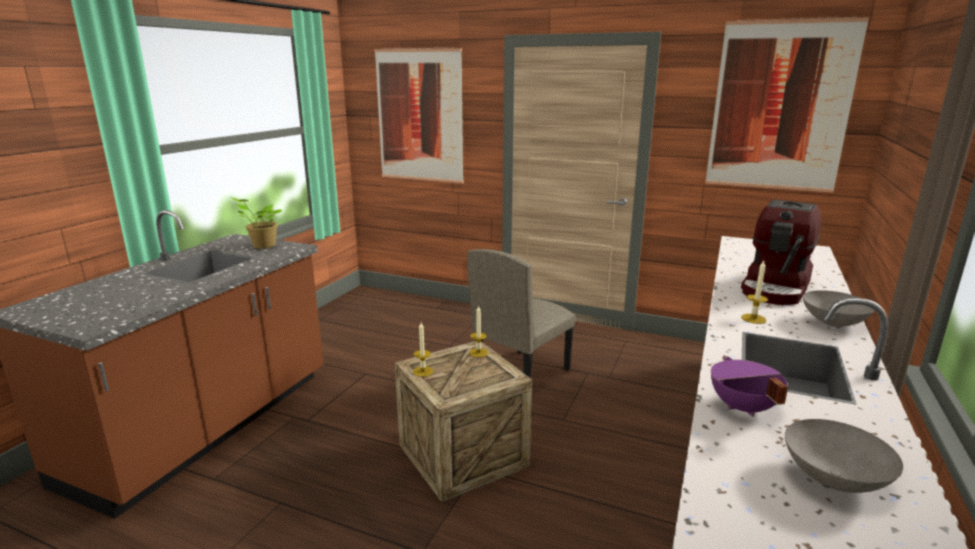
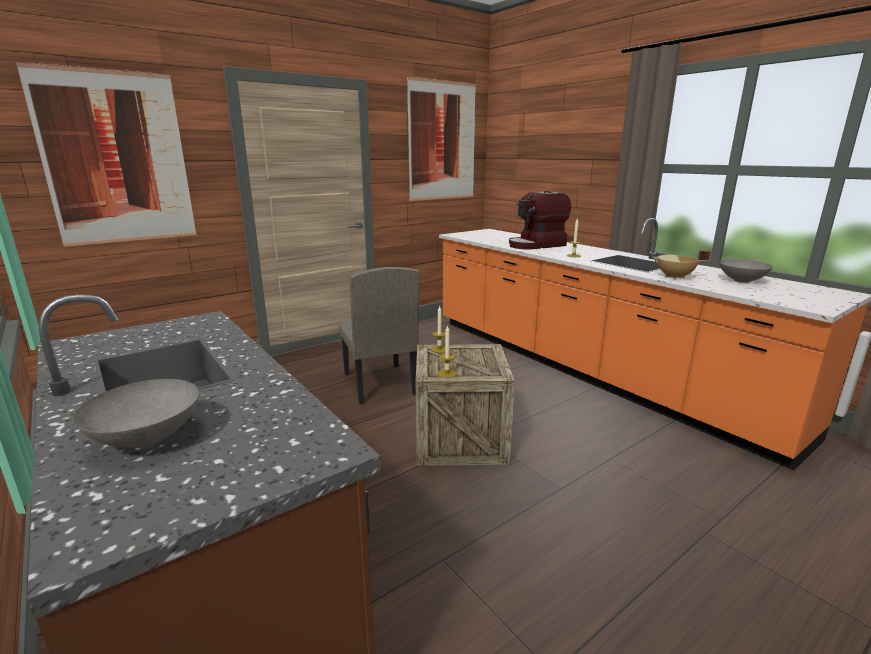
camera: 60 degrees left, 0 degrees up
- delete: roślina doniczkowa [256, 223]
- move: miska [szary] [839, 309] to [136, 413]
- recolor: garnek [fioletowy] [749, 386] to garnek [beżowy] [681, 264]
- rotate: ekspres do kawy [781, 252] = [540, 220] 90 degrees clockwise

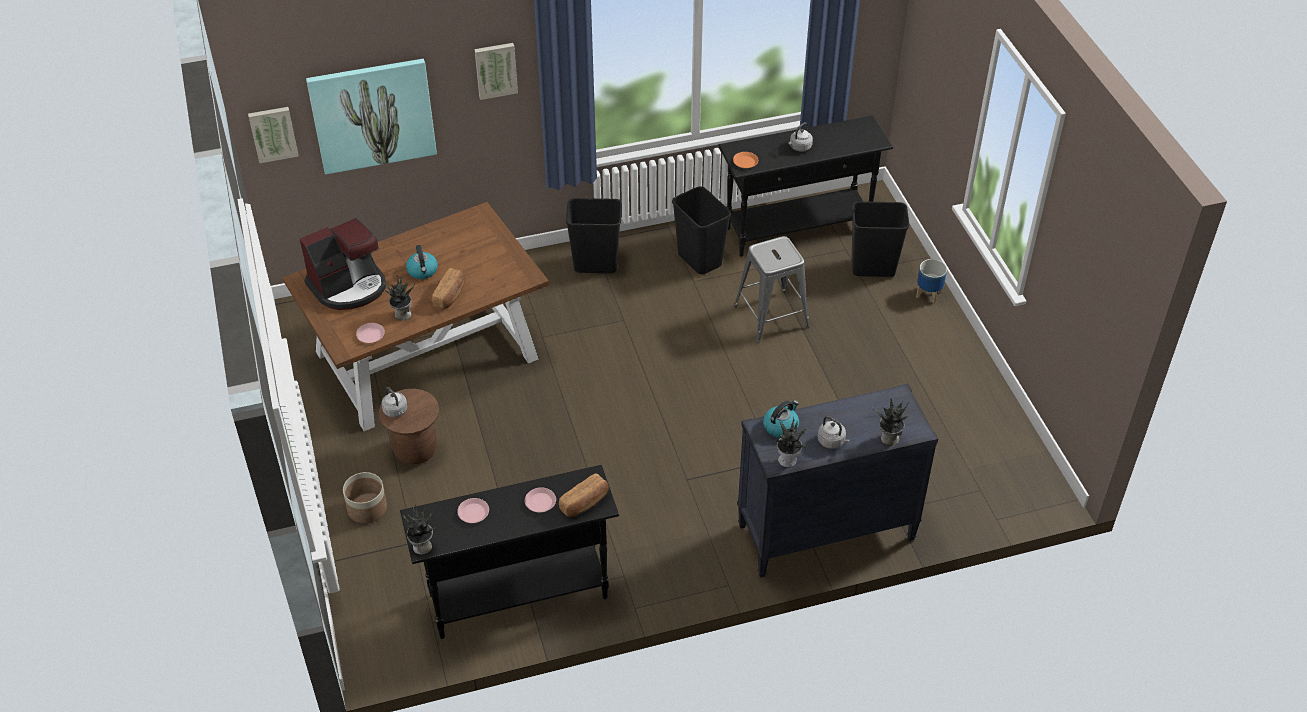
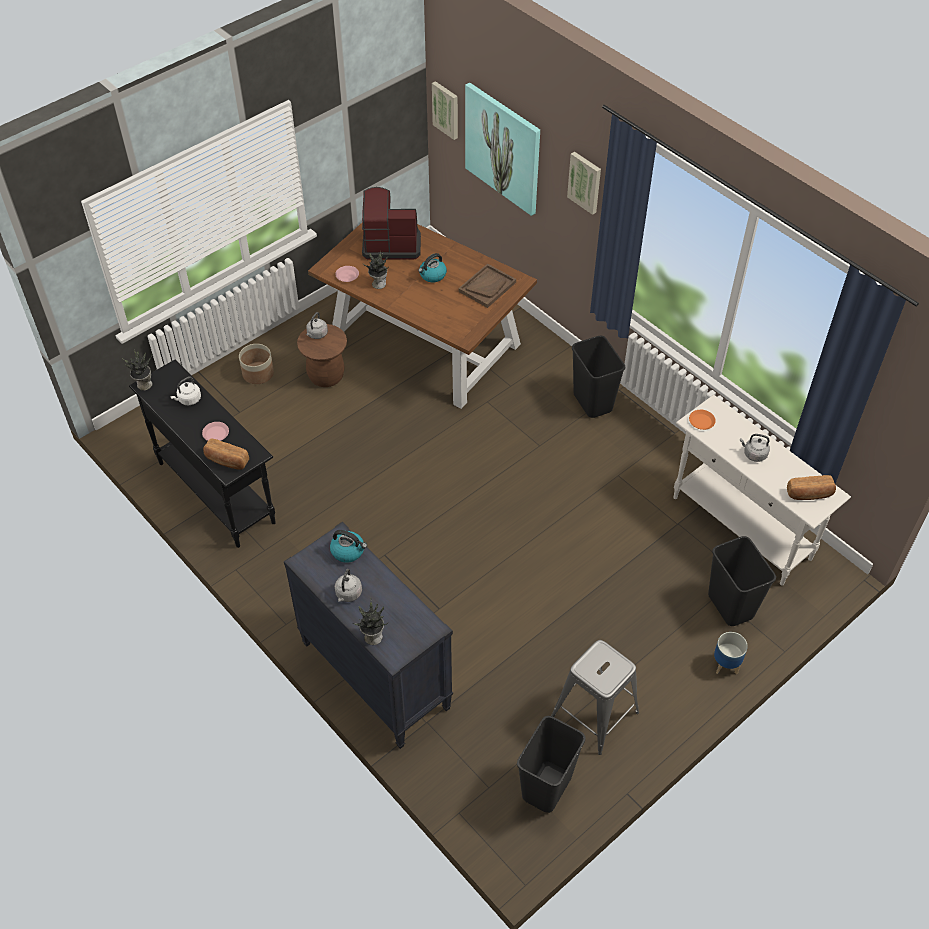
camera: 65 degrees right, 5 degrees up
- delete: roślina doniczkowa [789, 442]
- insert: taca [brązowy] [487, 286]
- move: chleb [448, 288] to [811, 487]
- move: kosz na śmieci [czarny] [701, 230] to [551, 764]
- move: stołek [szary] [771, 289] to [595, 697]
- replace: talerz [różowy] [473, 510] to czajnik [biały] [186, 391]
- recolor: stolik konsolowy [czarny] [805, 186] to stolik konsolowy [biały] [762, 490]
- rotate: ekspres do kawy [343, 264] = [391, 223] 150 degrees clockwise

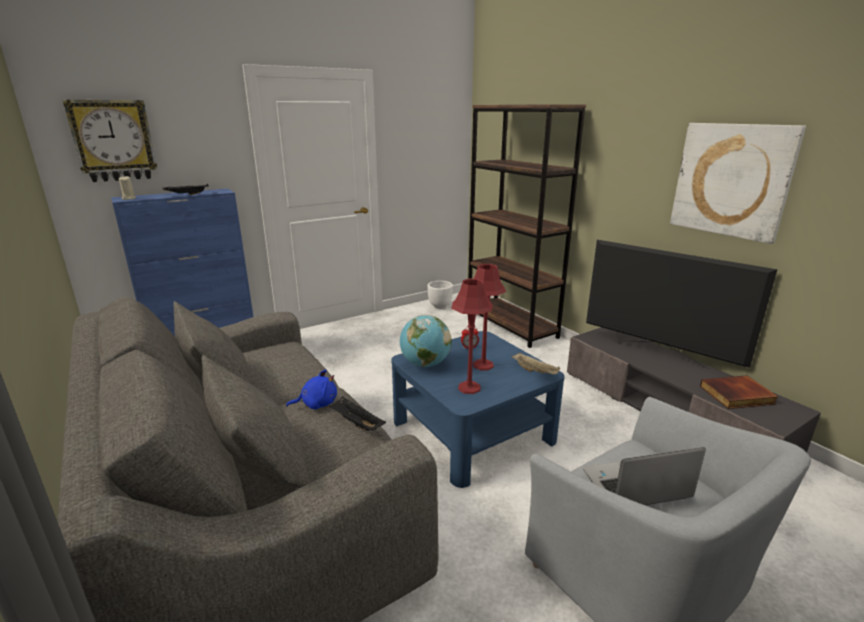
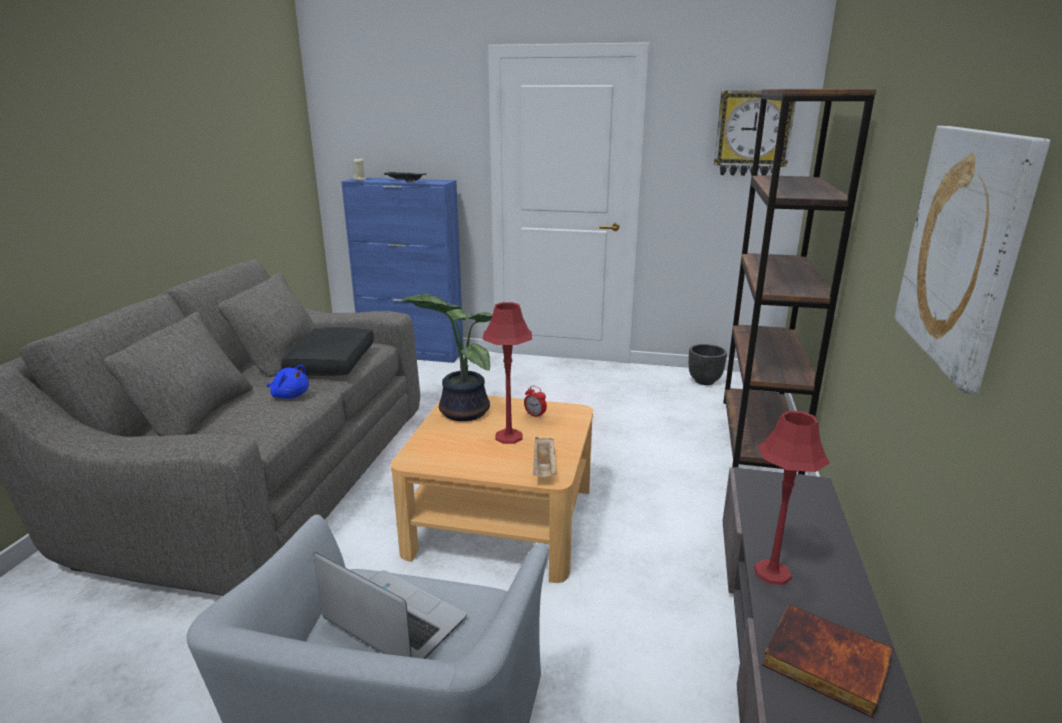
camera: 45 degrees right, 0 degrees up
- delete: taca [czarny] [357, 414]
- delete: telewizor [682, 304]
- insert: poduszka [czarny] [327, 351]
- move: zegar ścienny [110, 141] to [755, 133]
- move: lampa stołowa [czerwony] [471, 336] to [792, 498]
- replace: globus [426, 341] to roślina doniczkowa [447, 357]
- recolor: ława [niebieski] [478, 409] to ława [beżowy] [492, 489]
- recolor: donica [biały] [440, 295] to donica [czarny] [707, 364]

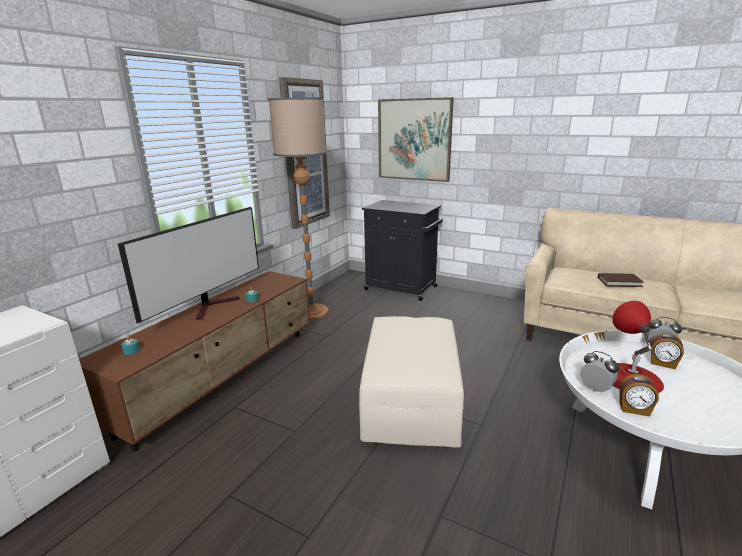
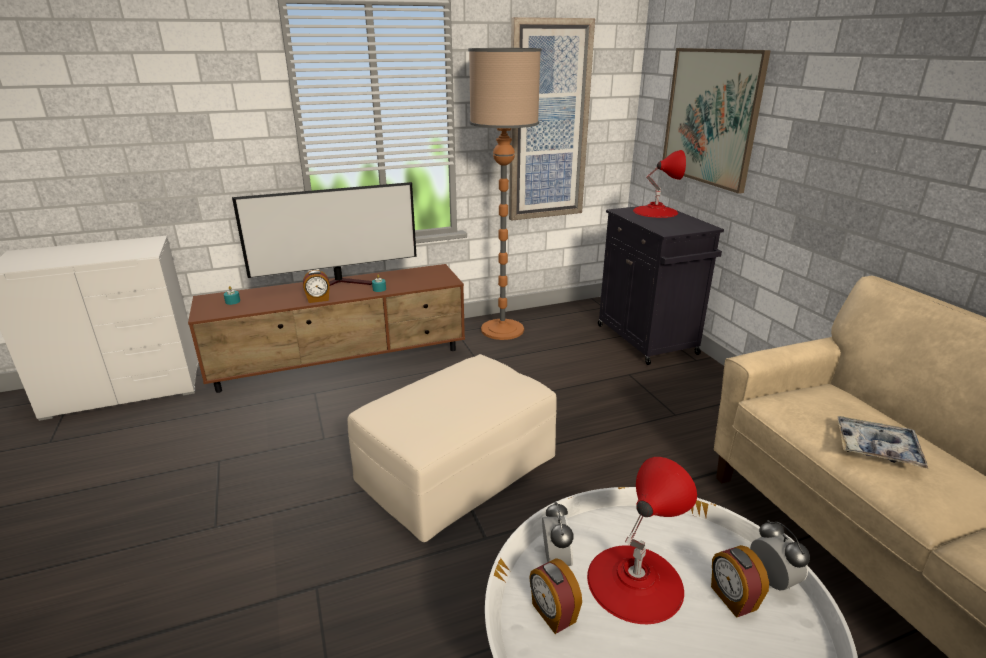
camera: 40 degrees right, 5 degrees up
- insert: budzik [316, 286]
- insert: lampa stołowa [czerwony] [659, 184]
- replace: książka [brązowy] [621, 280] to taca [882, 442]

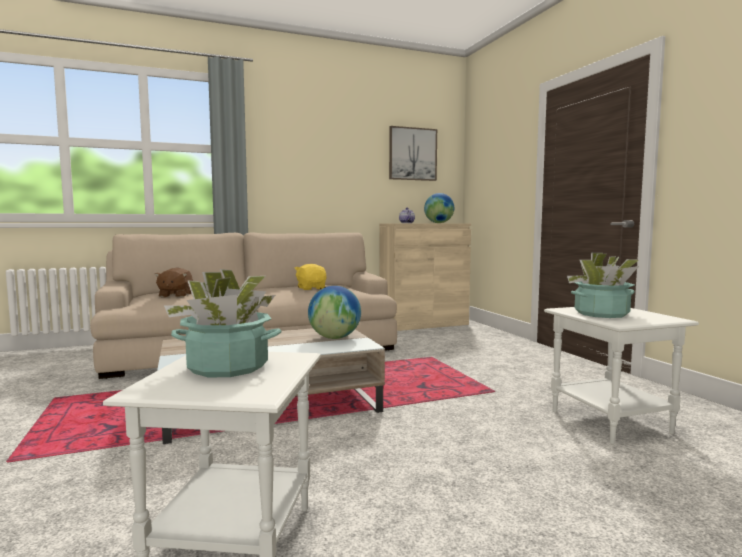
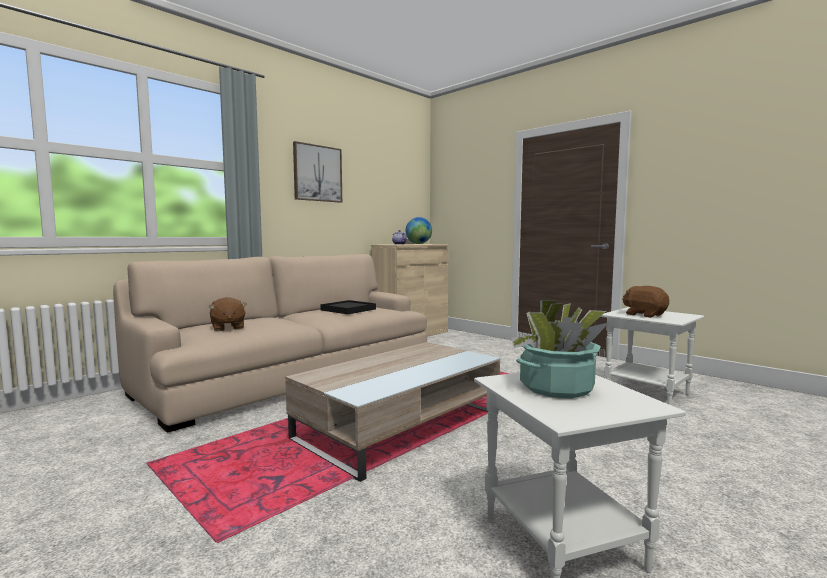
camera: 25 degrees left, 0 degrees up
- delete: globus [334, 312]
- move: obraz [413, 153] to [317, 172]
- replace: pluszak [żółty] [310, 277] to taca [czarny] [348, 307]
- replace: roślina doniczkowa [603, 285] to pluszak [brązowy] [645, 302]

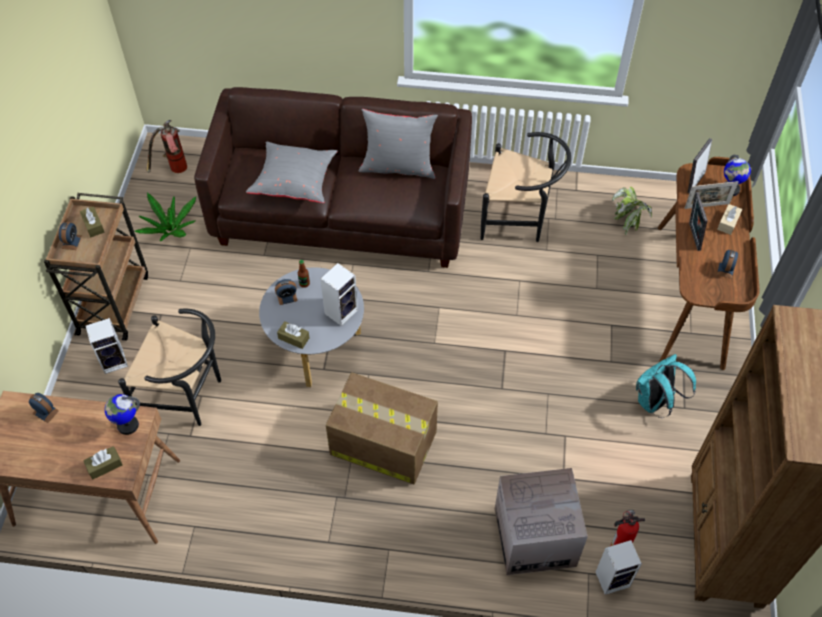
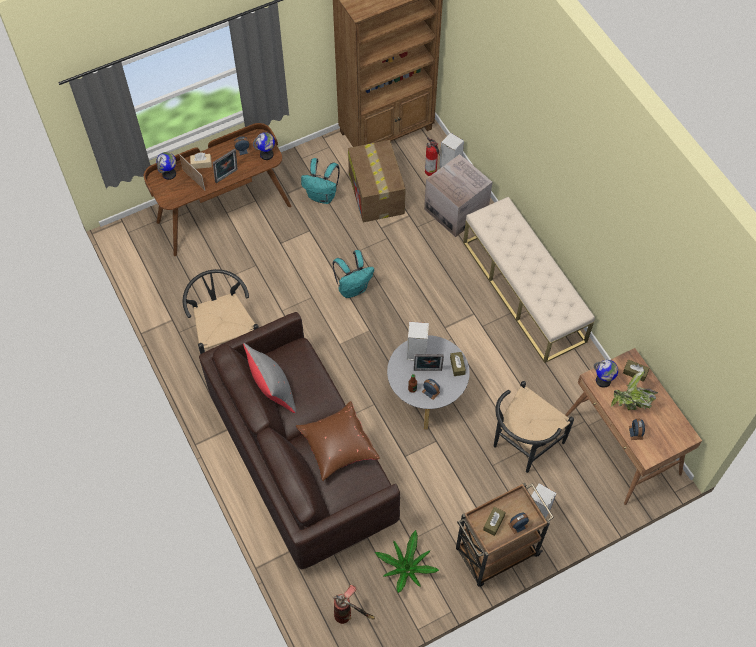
camera: 125 degrees left, 5 degrees up
- insert: globus [264, 146]
- insert: plecak [turkusowy] [353, 274]
- insert: ławka [beżowy] [529, 280]
- move: karton [382, 428] to [377, 181]
- move: roślina doniczkowa [632, 211] to [634, 390]
- move: ramka na zdjęcie [700, 165] to [429, 362]
- recolor: poduszka [szary] [292, 172] to poduszka [brązowy] [338, 441]
- rotate: krzesło [czarny] [169, 367] = [534, 427] 120 degrees counterclockwise

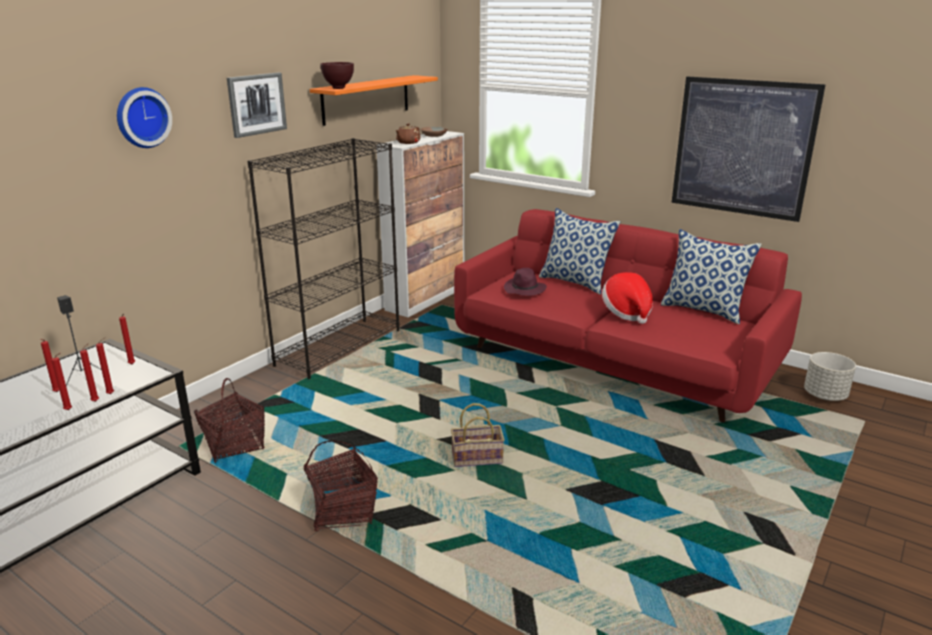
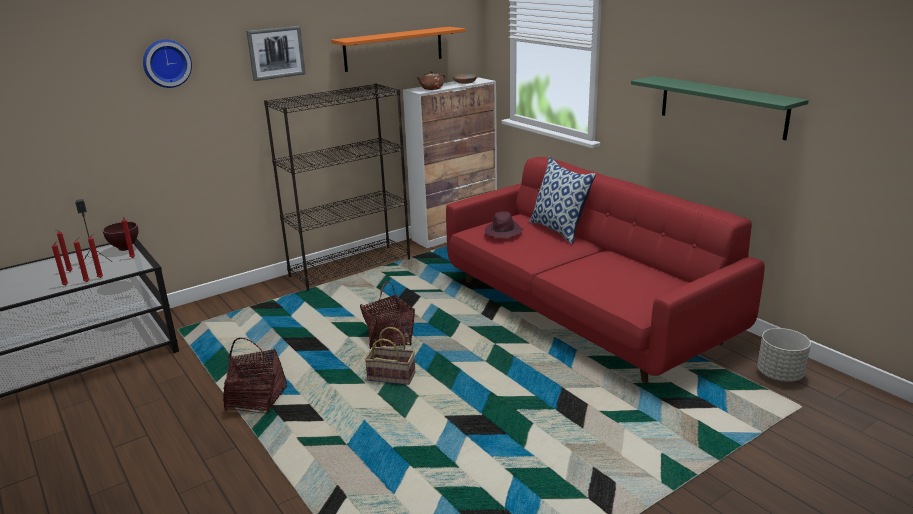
camera: 20 degrees right, 0 degrees up
- delete: kapelusz [627, 298]
- delete: poduszka [711, 276]
- move: koszyk [229, 420] to [387, 315]
- move: miska [brązowy] [337, 75] to [120, 236]
- replace: obraz [749, 149] to półka [zielony] [720, 108]

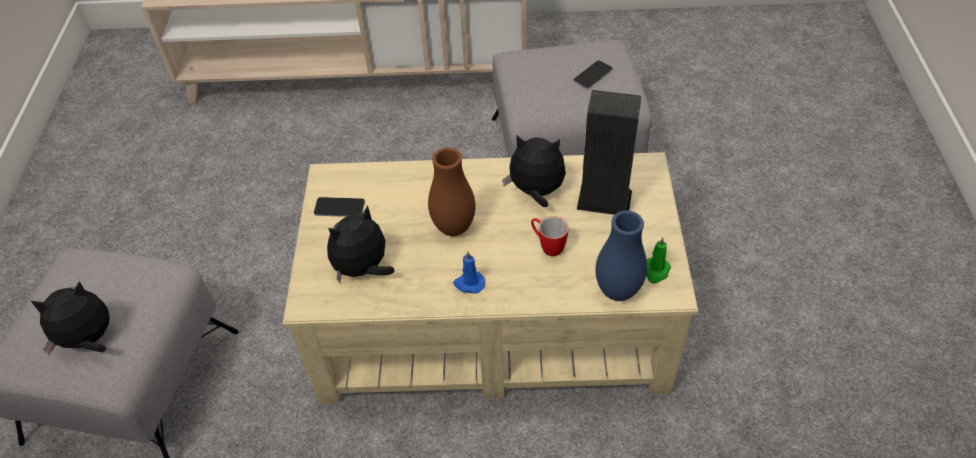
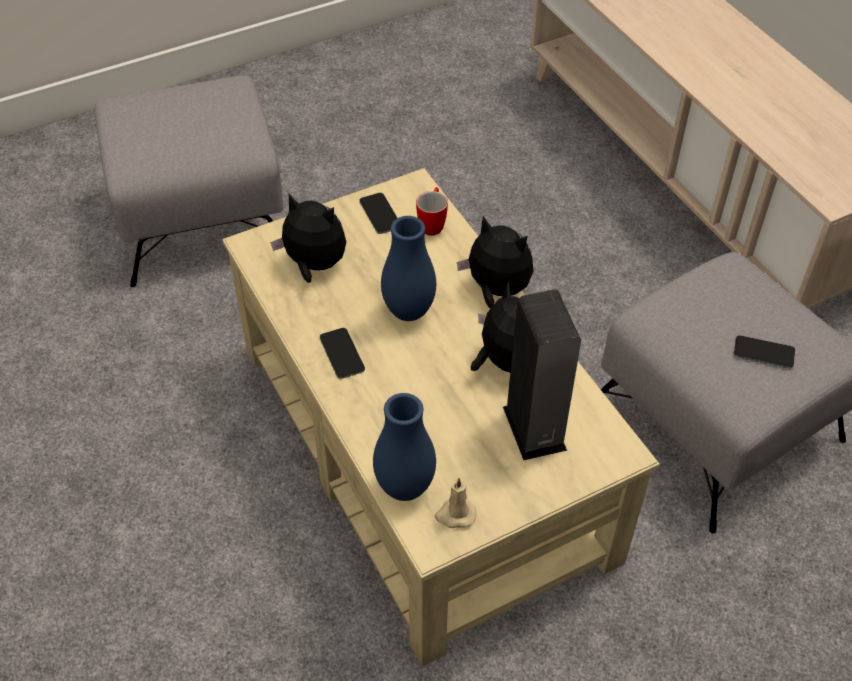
camera: 60 degrees right, 0 degrees up
- move: pluszak [70, 318] to [495, 262]
- move: kubek [550, 236] to [432, 211]
- replace: świeca [niebieski] [469, 272] to telefon [342, 353]
- recolor: wazon [brązowy] [452, 192] to wazon [niebieski] [408, 268]
- recolor: świeca [zielony] [658, 260] to świeca [beżowy] [456, 503]

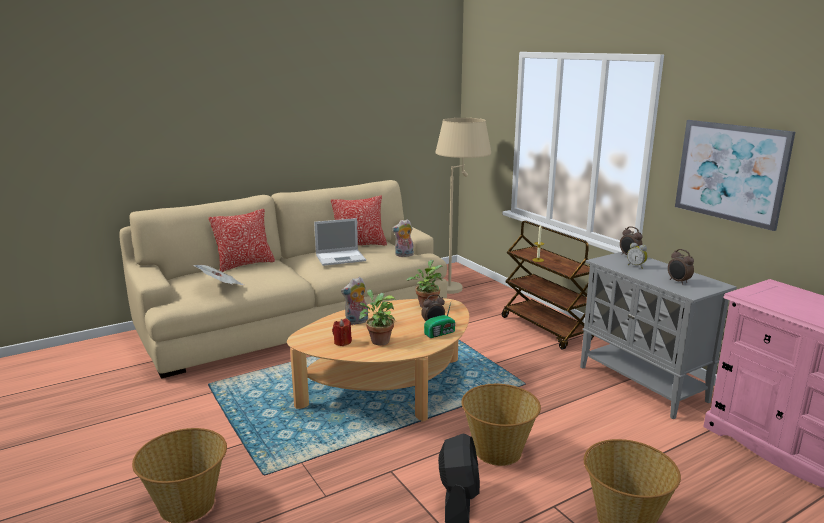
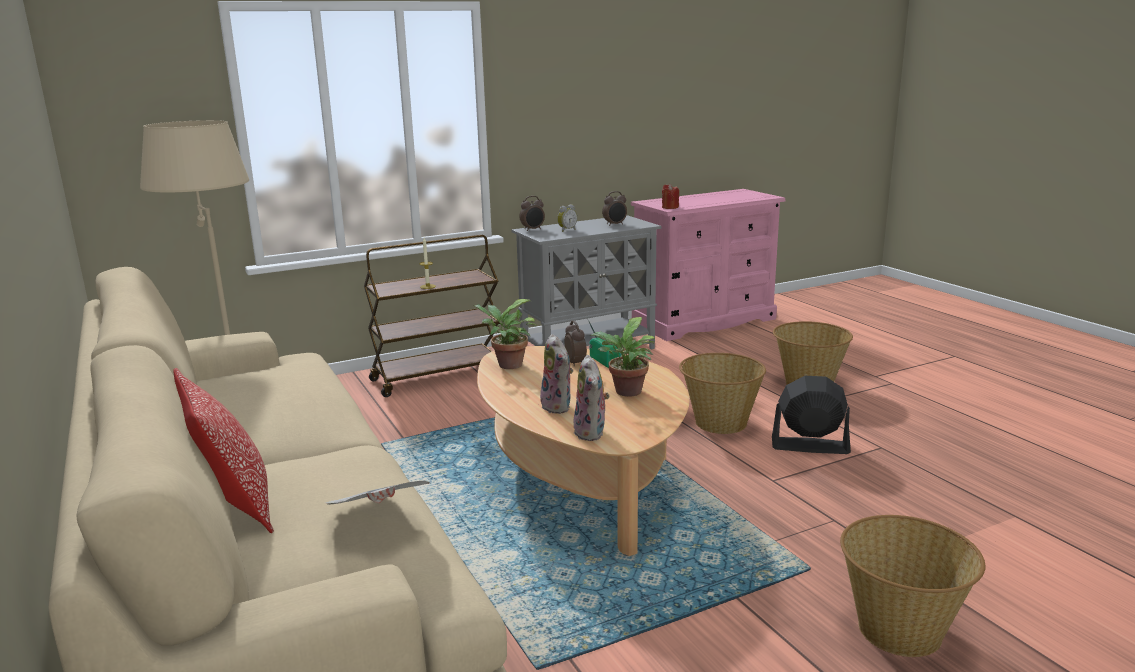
camera: 85 degrees left, 0 degrees up
- delete: laptop [340, 242]
- delete: poduszka [359, 220]
- delete: obraz [735, 175]
- move: świeca [czerwony] [342, 332] to [670, 196]
- move: pluszak [403, 238] to [592, 398]

